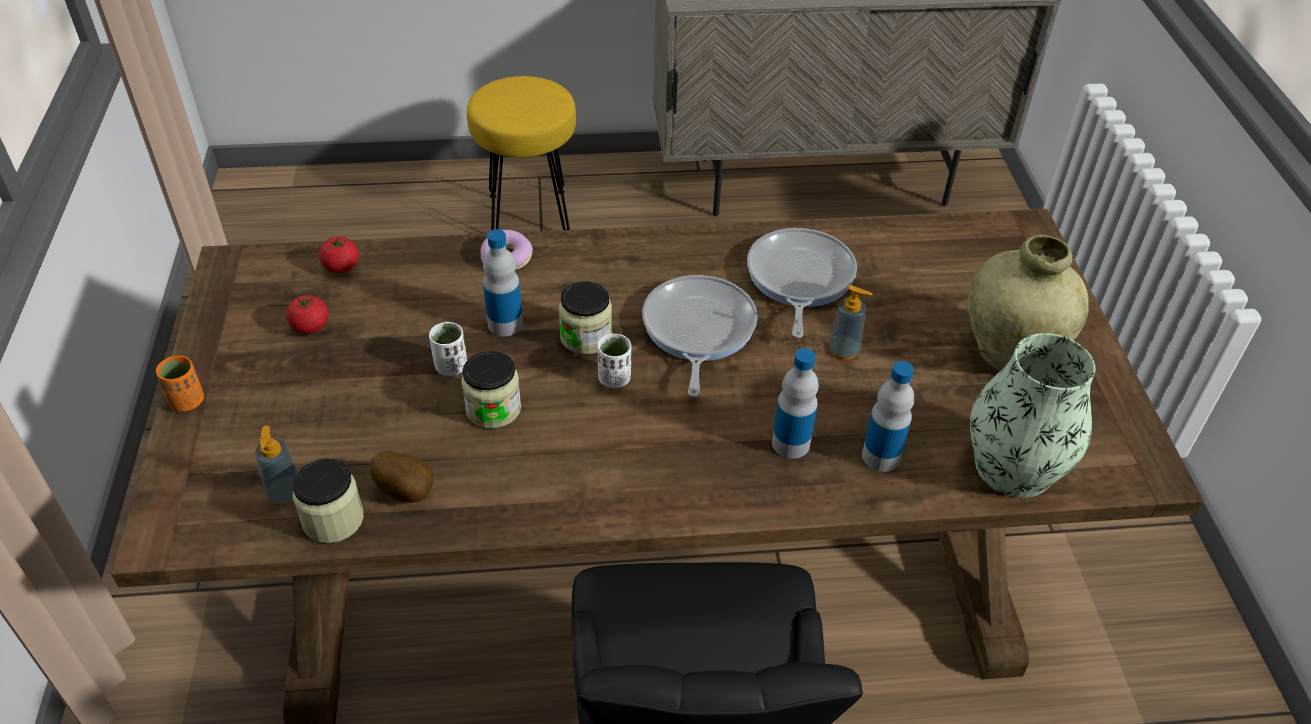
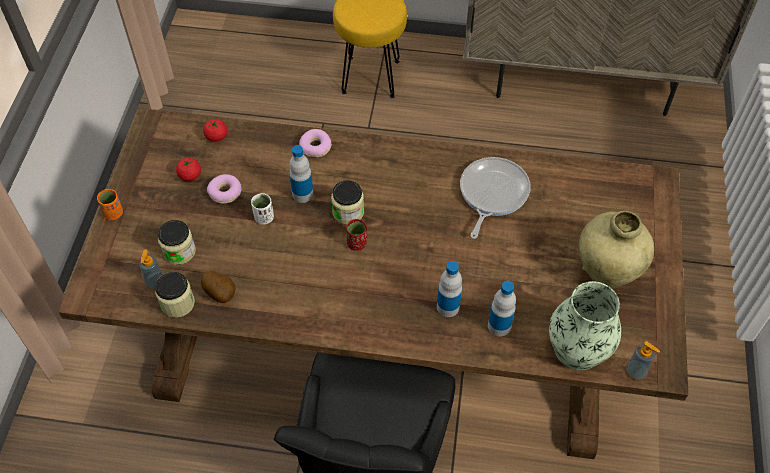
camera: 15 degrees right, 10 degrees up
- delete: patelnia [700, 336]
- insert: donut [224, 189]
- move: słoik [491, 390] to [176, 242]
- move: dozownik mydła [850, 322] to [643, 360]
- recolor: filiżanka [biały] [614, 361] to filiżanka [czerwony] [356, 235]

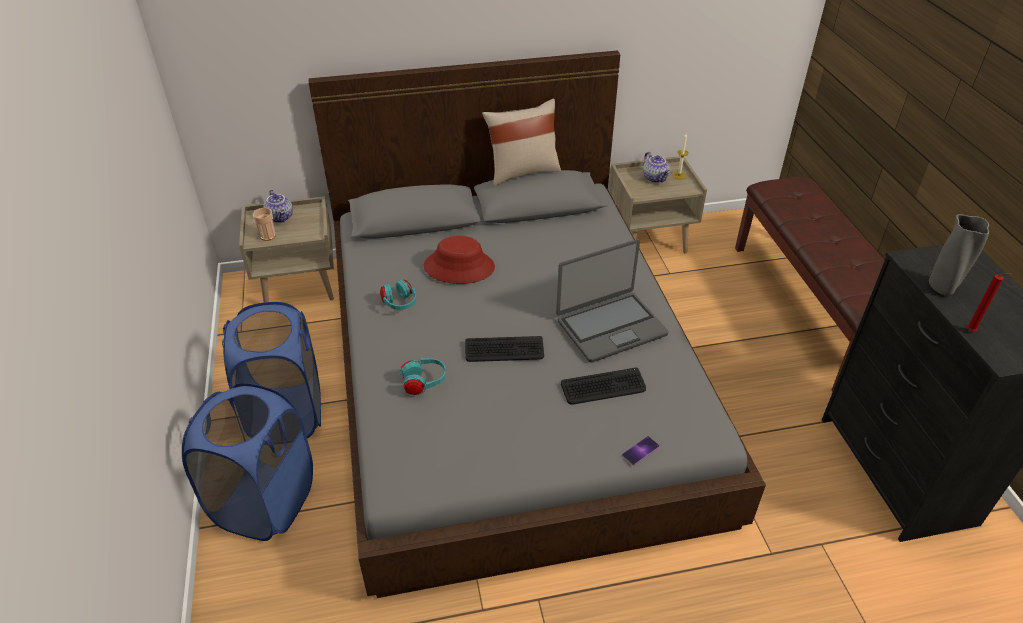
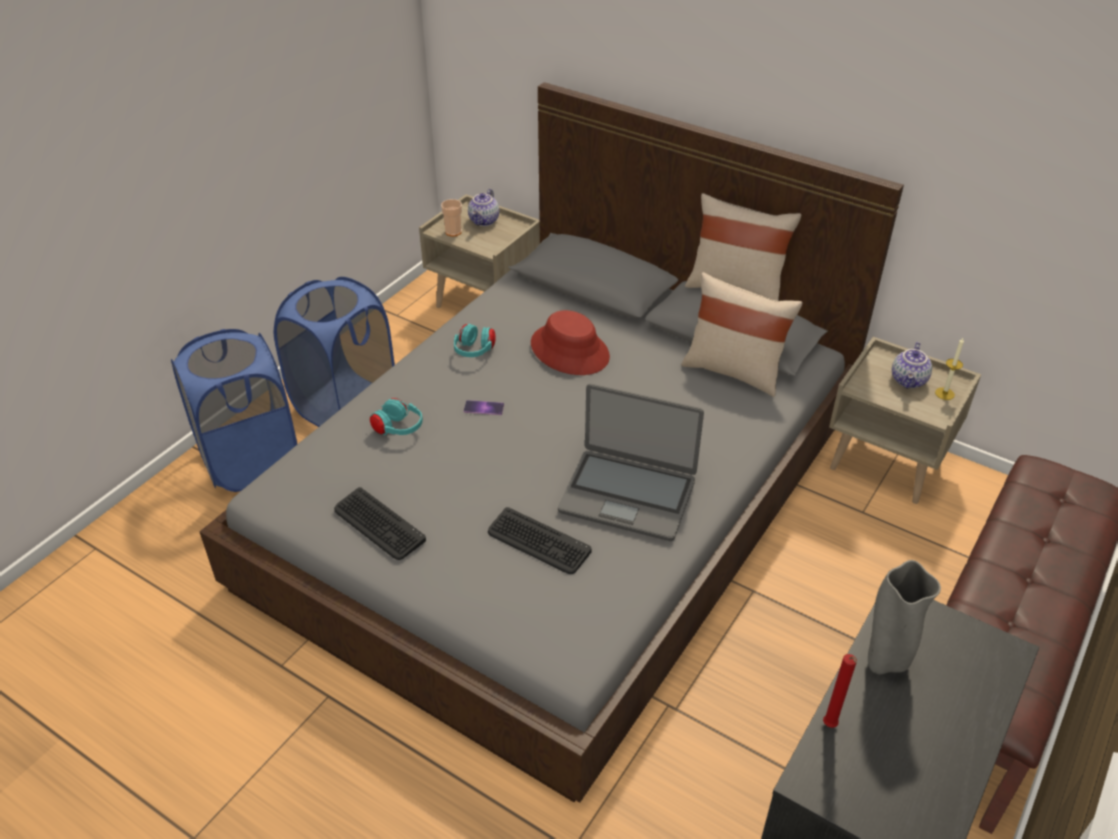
camera: 45 degrees right, 0 degrees up
- insert: poduszka [beżowy] [741, 334]
- move: klawiatura [504, 349] to [380, 523]
- move: telefon [641, 450] to [484, 407]

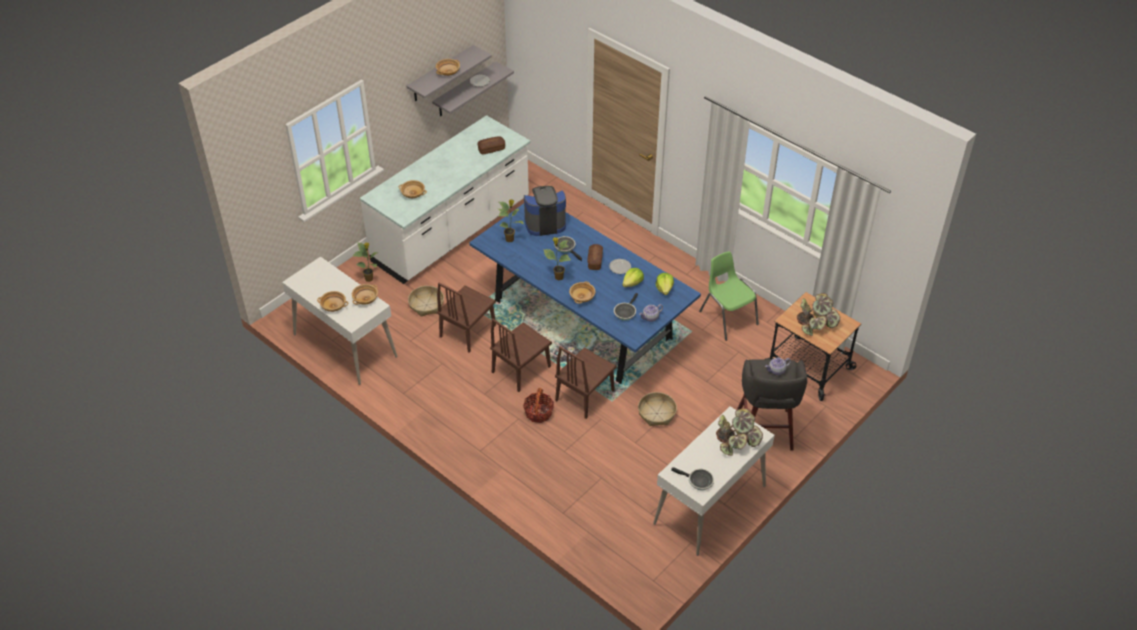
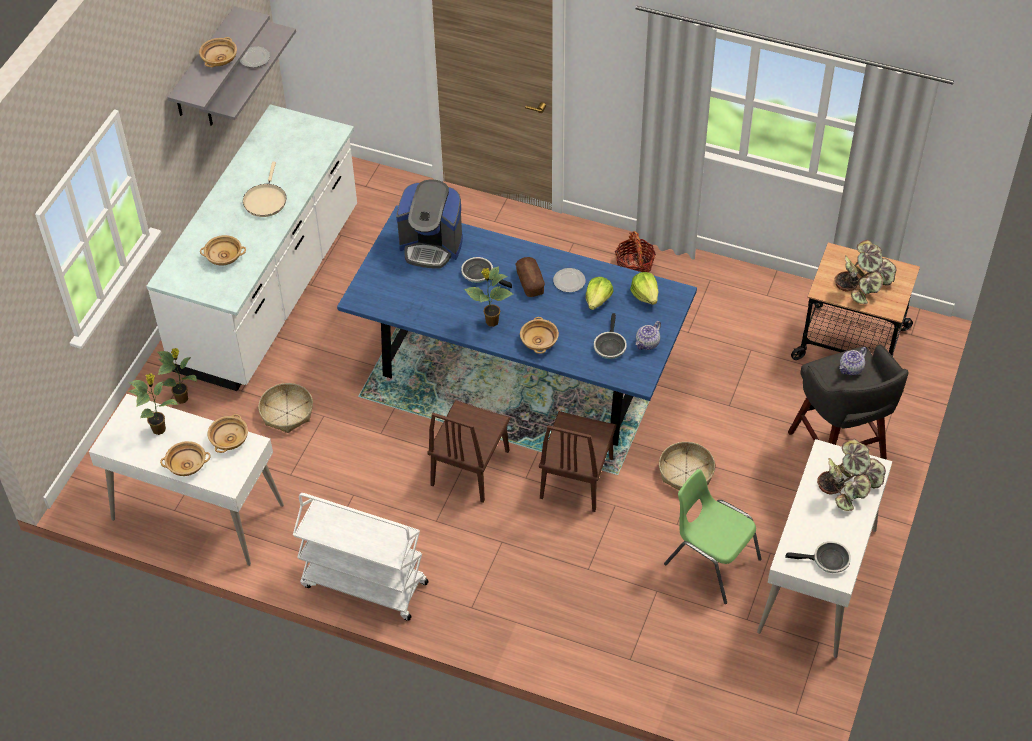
camera: 20 degrees left, 5 degrees up
- delete: krzesło [brązowy] [466, 317]
- delete: chleb [491, 145]
- insert: patelnia [beżowy] [264, 189]
- insert: wózek [biały] [361, 557]
- move: roślina doniczkowa [510, 220] to [153, 404]
- move: koszyk [538, 405] to [635, 251]
- move: krzesło [zielony] [729, 296] to [713, 536]
- rotate: ekspres do kawy [545, 211] = [429, 224] 135 degrees counterclockwise

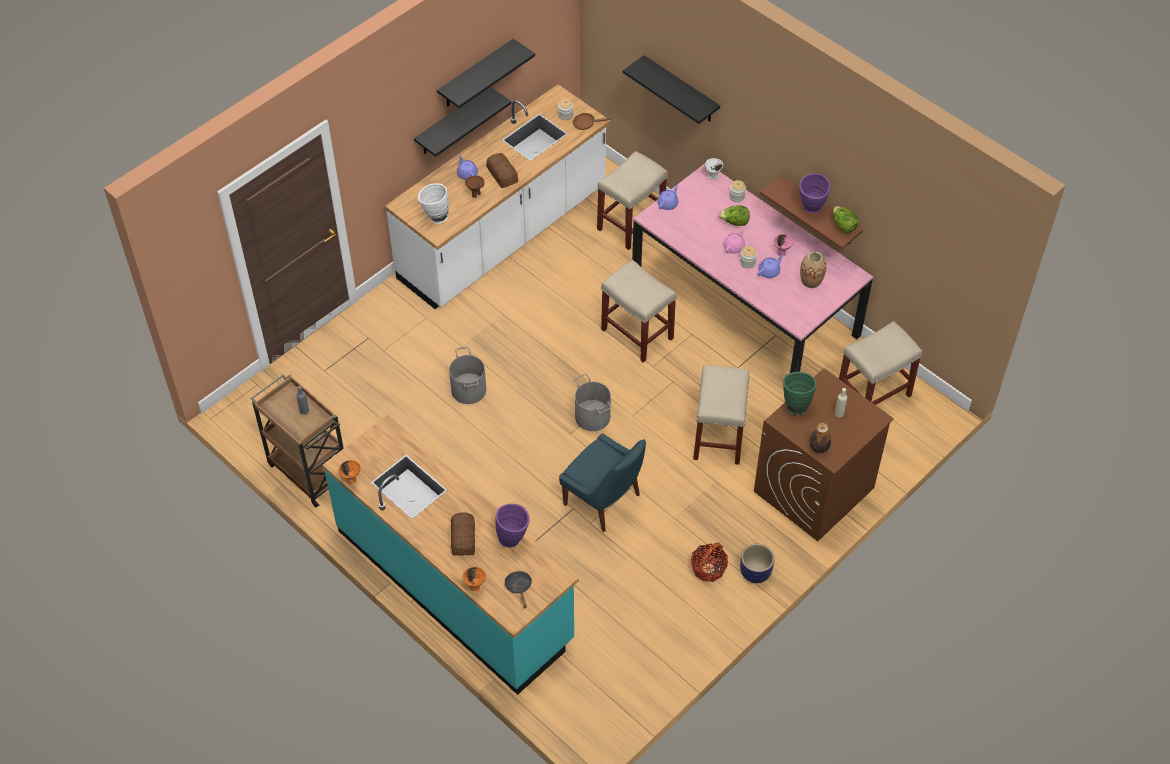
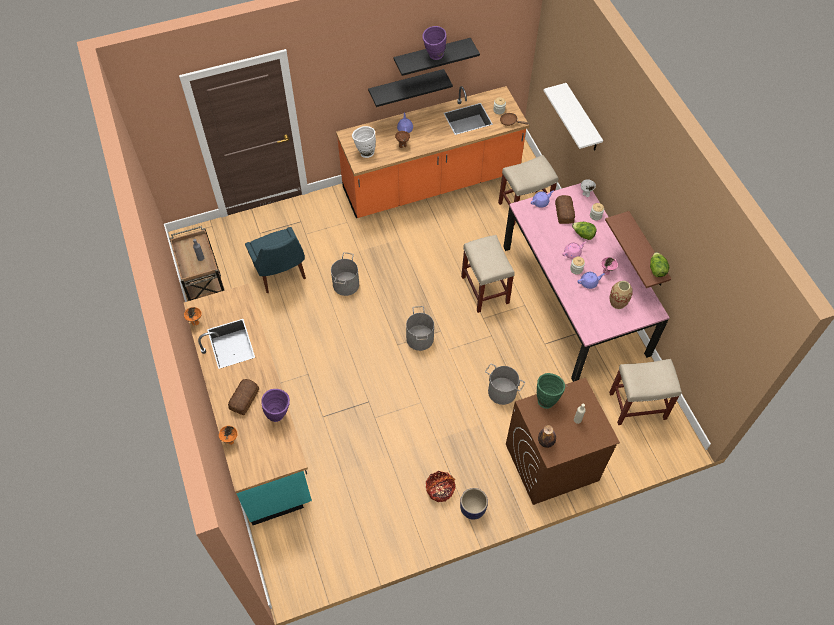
camera: 25 degrees right, 5 degrees up
- delete: patelnia [czarny] [518, 589]
- move: chleb [502, 170] to [565, 209]
- move: krzesło [niebieski] [602, 483] to [275, 260]
- move: wazon [fioletowy] [814, 193] to [434, 43]
- replace: stołek [beżowy] [721, 415] to wiadro [szary] [505, 384]
- recolor: zabudowa kuchenna [biały] [497, 196] to zabudowa kuchenna [pomarańczowy] [432, 152]
- recolor: półka [czarny] [671, 89] to półka [biały] [573, 117]

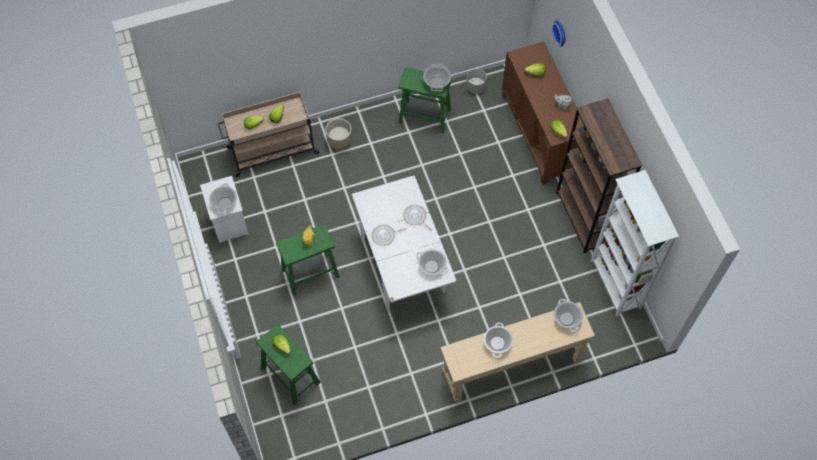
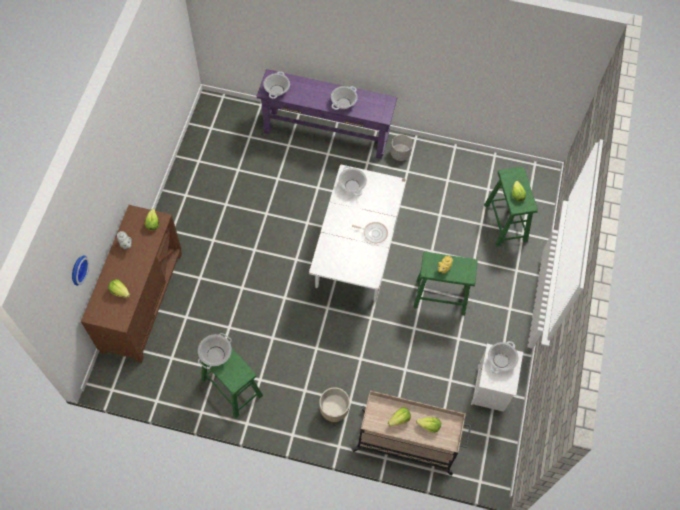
camera: 150 degrees left, 0 degrees up
- delete: patelnia [417, 218]
- delete: regał [brązowy] [599, 175]
- delete: regał [biały] [635, 243]
- move: donica [szary] [476, 81] to [401, 148]
- recolor: stolik konsolowy [beżowy] [517, 352] to stolik konsolowy [fioletowy] [327, 114]

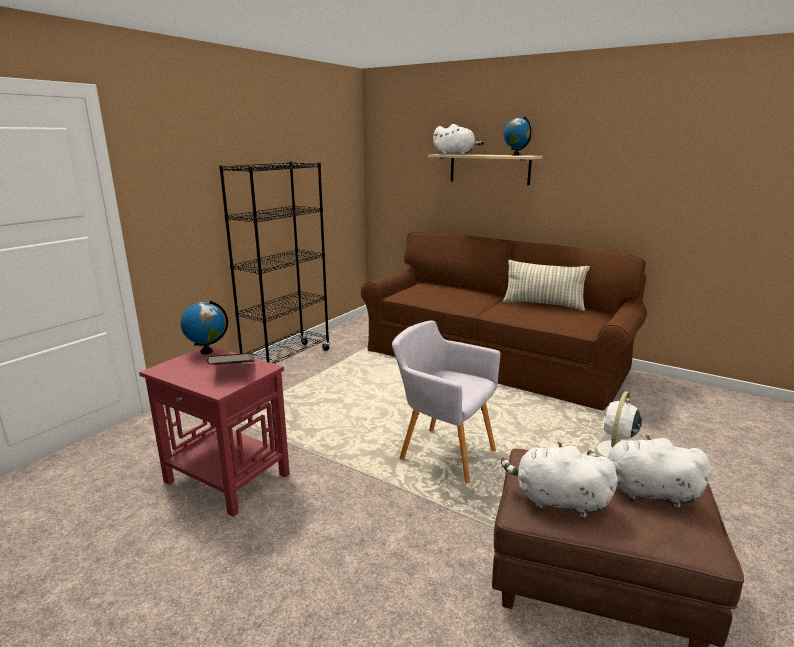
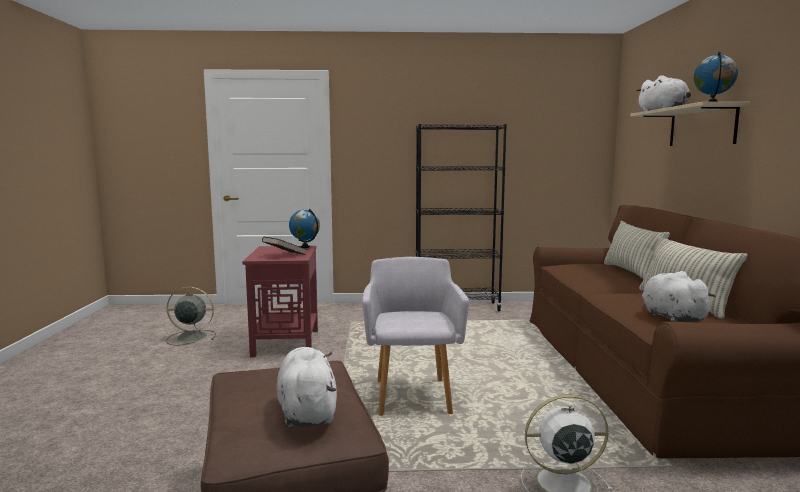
camera: 55 degrees right, 10 degrees down
- insert: wentylator [szary] [191, 316]
- insert: poduszka [637, 250]
- move: pluszak [biały] [559, 480] to [679, 296]

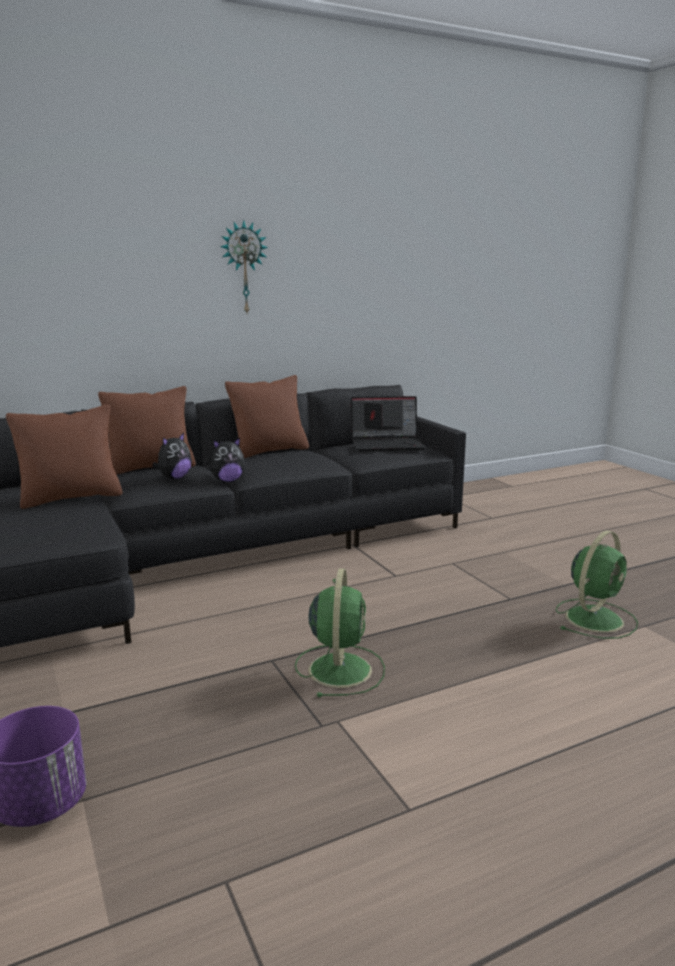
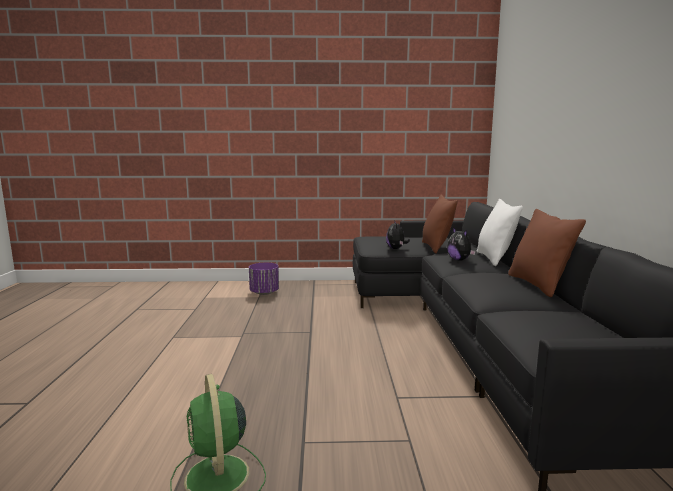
camera: 115 degrees right, 5 degrees down
- delete: zegar ścienny [244, 266]
- delete: wentylator [zielony] [340, 632]
- delete: laptop [388, 423]
- move: pluszak [227, 459] to [398, 234]
- recolor: poduszka [brązowy] [147, 430] to poduszka [biały] [500, 232]

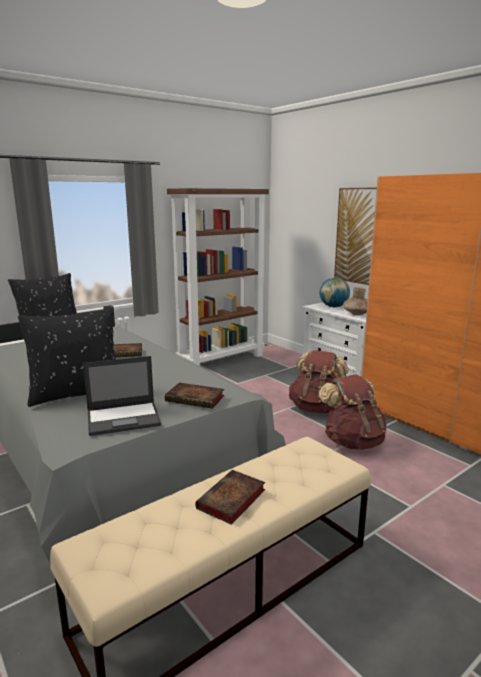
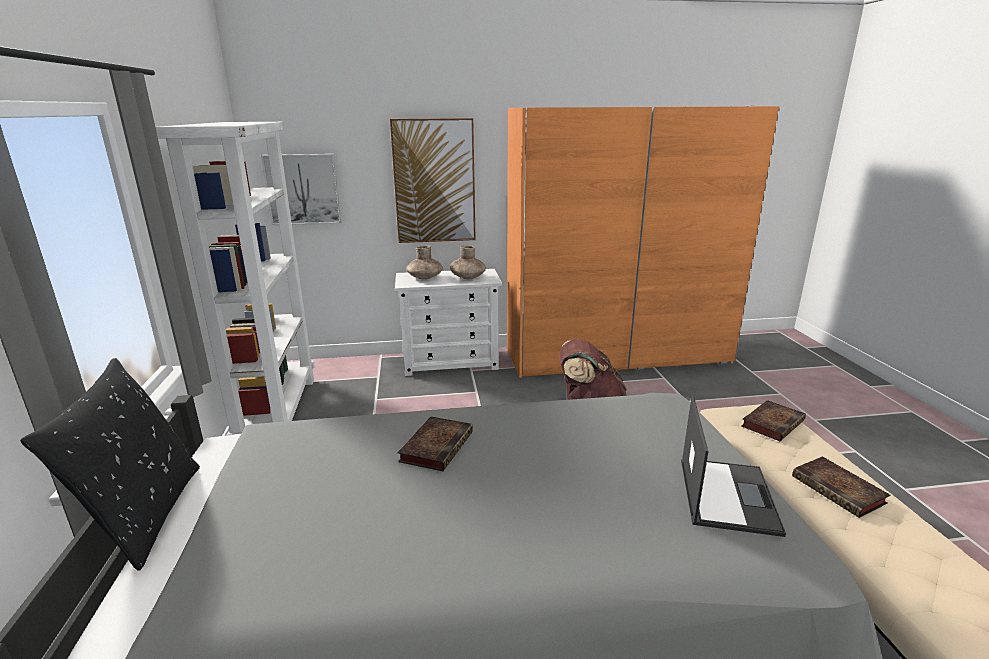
camera: 60 degrees left, 5 degrees up
- delete: poduszka [czarny] [67, 357]
- delete: plecak [brązowy] [319, 381]
- insert: obraz [301, 190]
- move: książka [194, 395] to [773, 420]
- replace: globus [335, 292] to wazon [brązowy] [424, 262]
- recolor: regał [brązowy] [218, 277] to regał [biały] [235, 278]

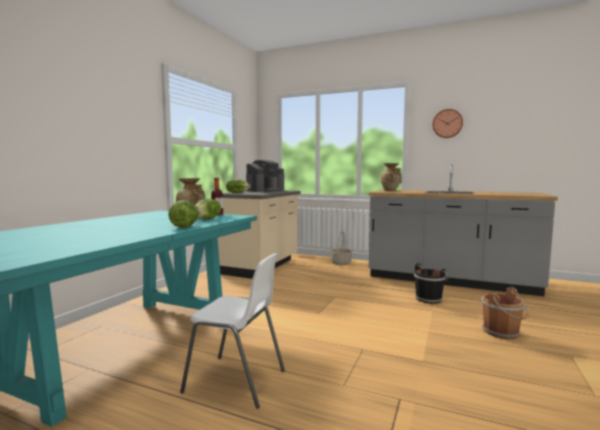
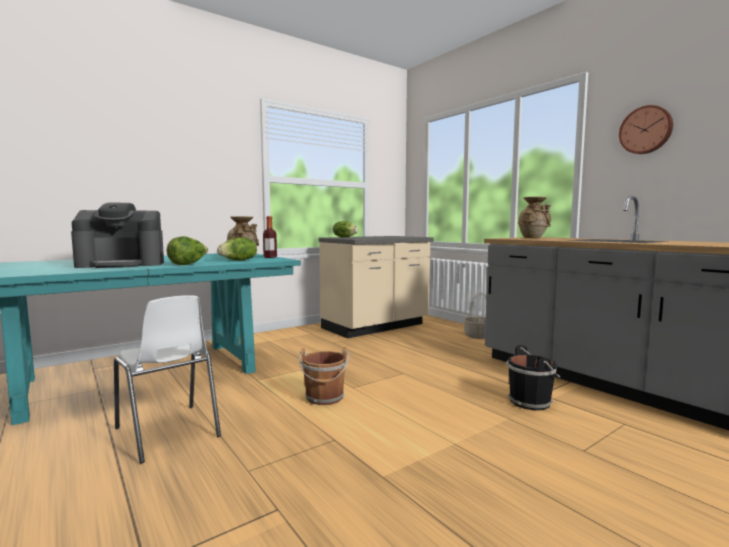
camera: 30 degrees right, 0 degrees up
- move: ekspres do kawy [265, 176] to [117, 235]
- move: wiadro [brązowy] [505, 313] to [324, 376]

